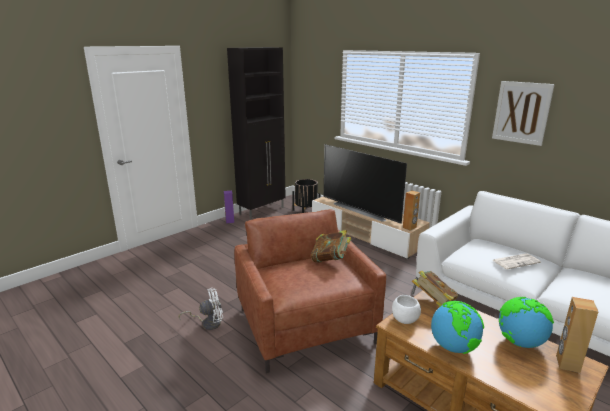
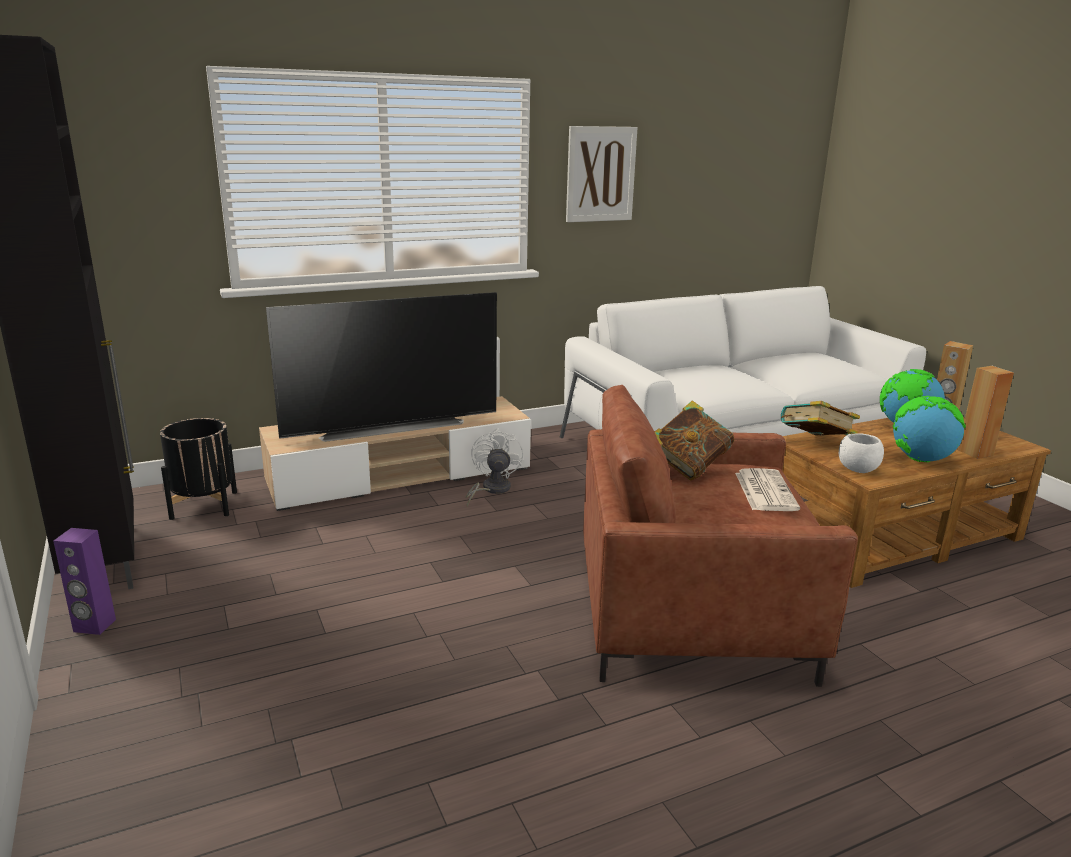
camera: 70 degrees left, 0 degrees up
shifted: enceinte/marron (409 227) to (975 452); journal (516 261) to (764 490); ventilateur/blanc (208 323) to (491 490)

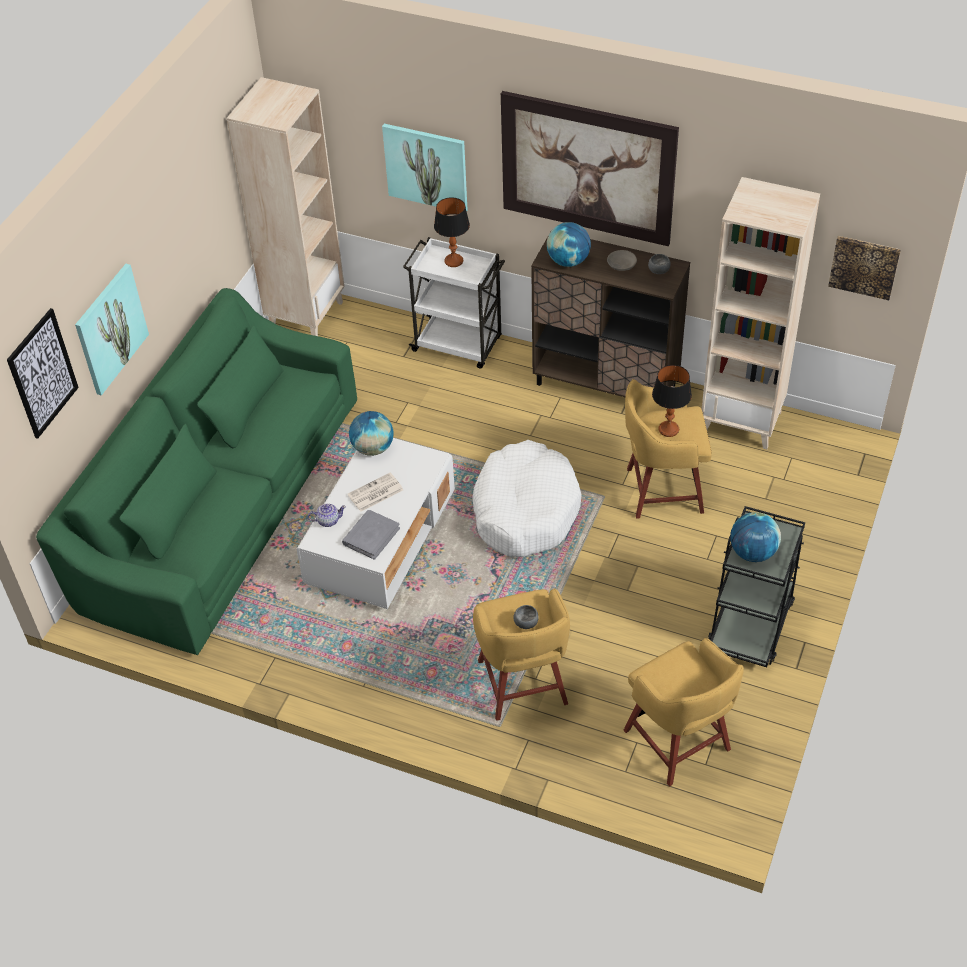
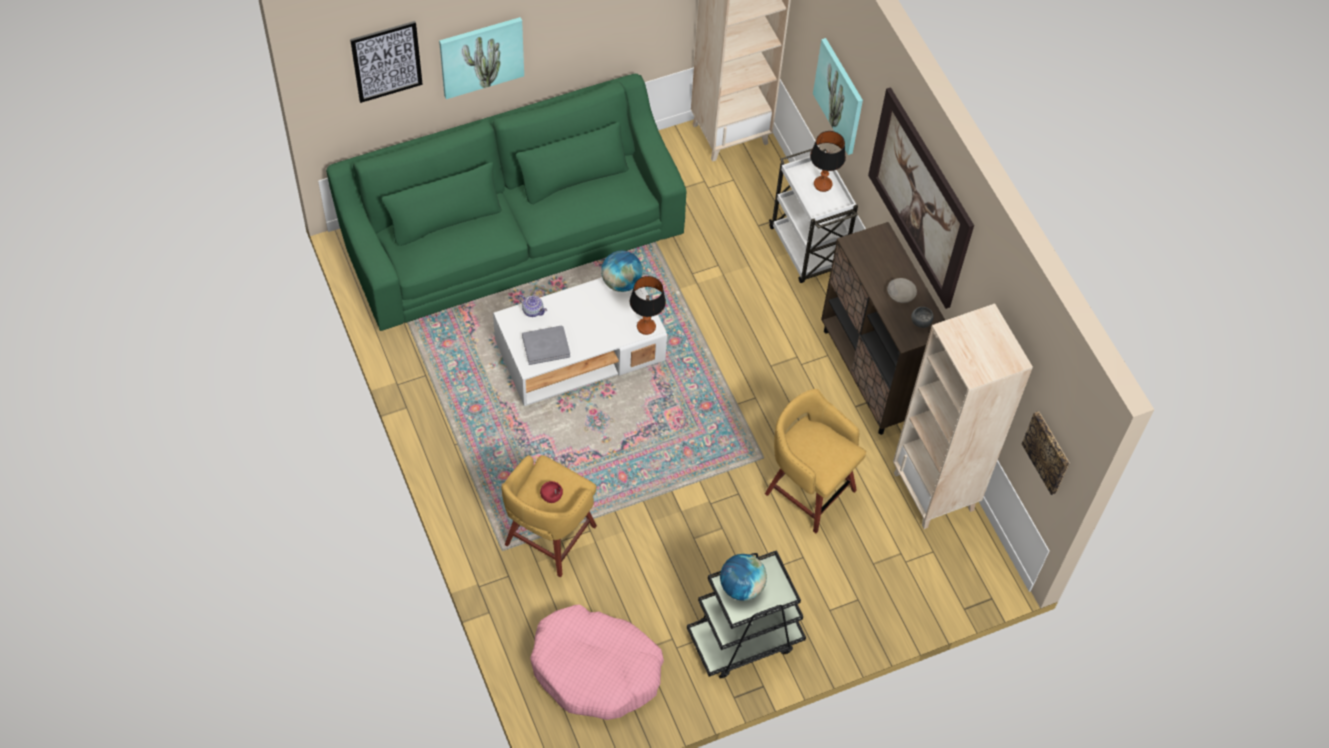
camera: 40 degrees right, 10 degrees up
gone: globe (568 261); panier pour chien/blanc (525 510); journal (375 493)
shifted: lampe de table (668 429) to (646 327)
swapped: tabouret/jaune (678 743) to panier pour chien/rose (595 669)
repainted: bol/gris (526 623) to bol/rouge (551 496)

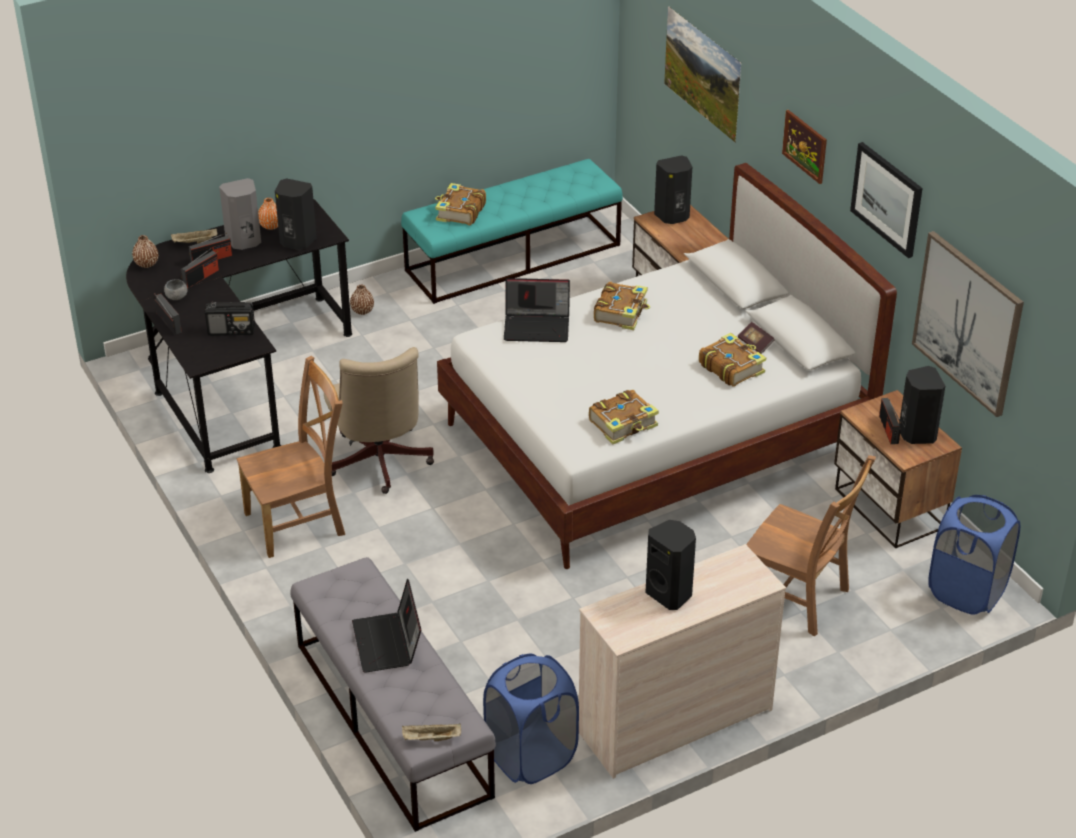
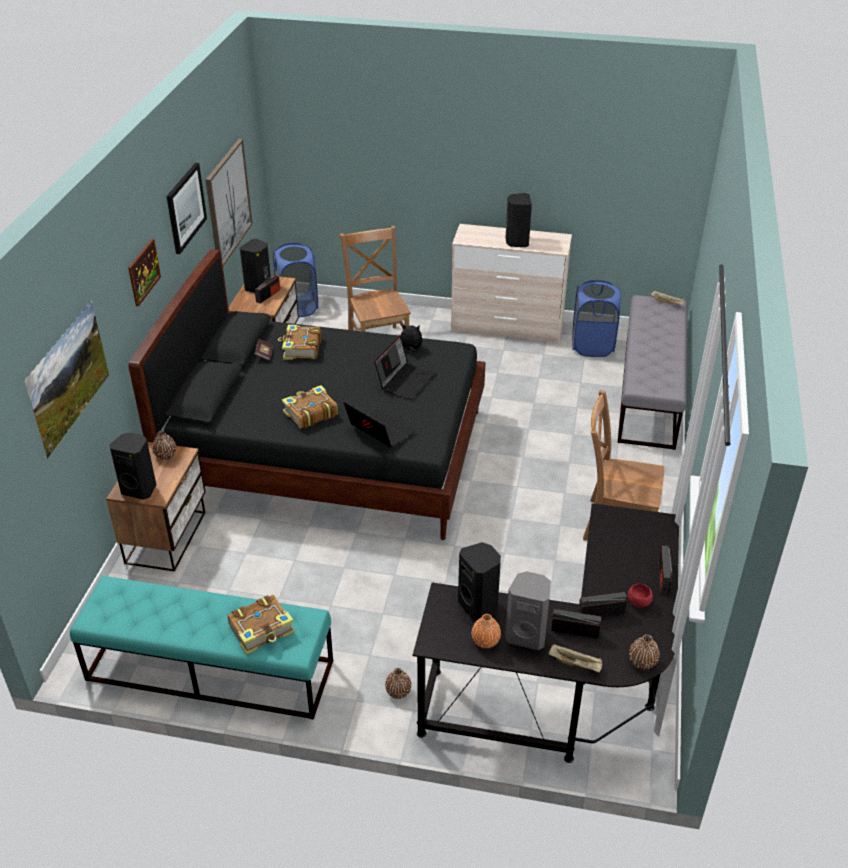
camera: 140 degrees left, 0 degrees up
gone: radio (232 330); chaise de bureau/beige (379 464)
new: vase/marron (165 455)
shifted: ordinateur portable (388 643) to (405 380)
swapped: livre (624 424) to peluche (411 349)
repainted: lit/blanc (655 440) to lit/noir (328 453); bol/gris (176 297) to bol/rouge (638 602)

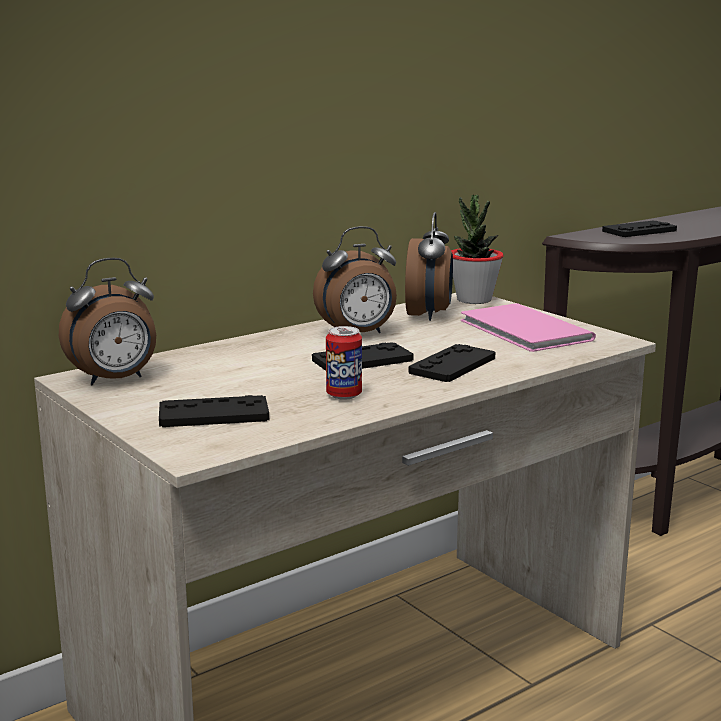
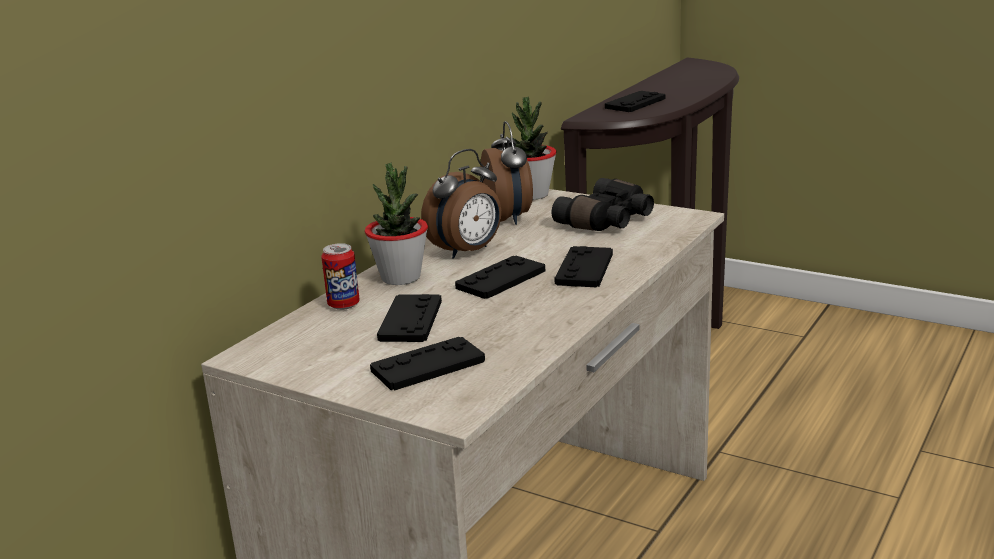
camera: 20 degrees left, 5 degrees up
gone: réveil (115 380)
new: plante en pot (401 278); manette/noir (410 320)
shifted: boîte métallique (344 395) to (343 305)
swapped: livre/rose (524 331) to jumelles/noir (608 221)

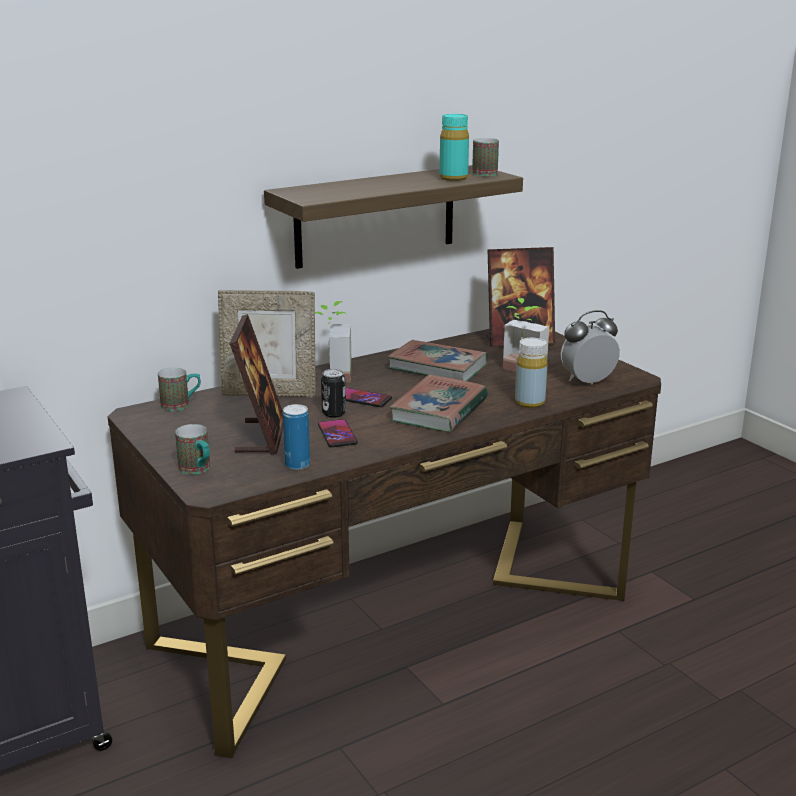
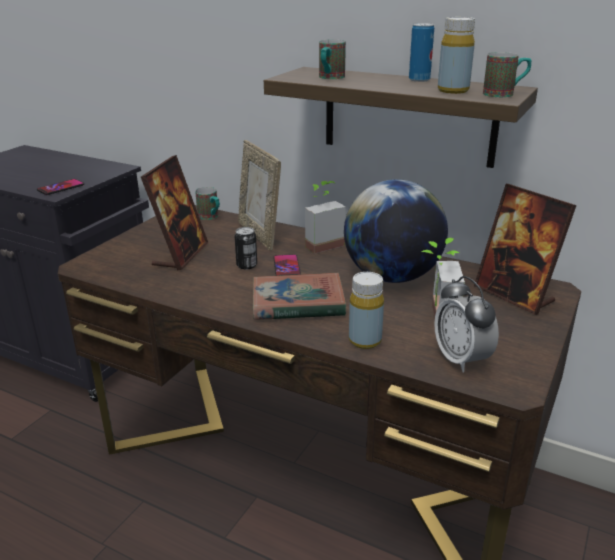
camera: 60 degrees right, 5 degrees up
shifted: boîte métallique (297 465) to (419 80); téléphone (337 434) to (61 188); mug (197 470) to (329 78)
swapped: livre (438 367) to globe (392 276)
repainted: bouteille/turquoise (453 178) to bouteille/jaune (453 90)
rotated: réveil (588 382) = (461 359) 150 degrees counterclockwise; cadre photo (261 437) = (180 255) 45 degrees counterclockwise

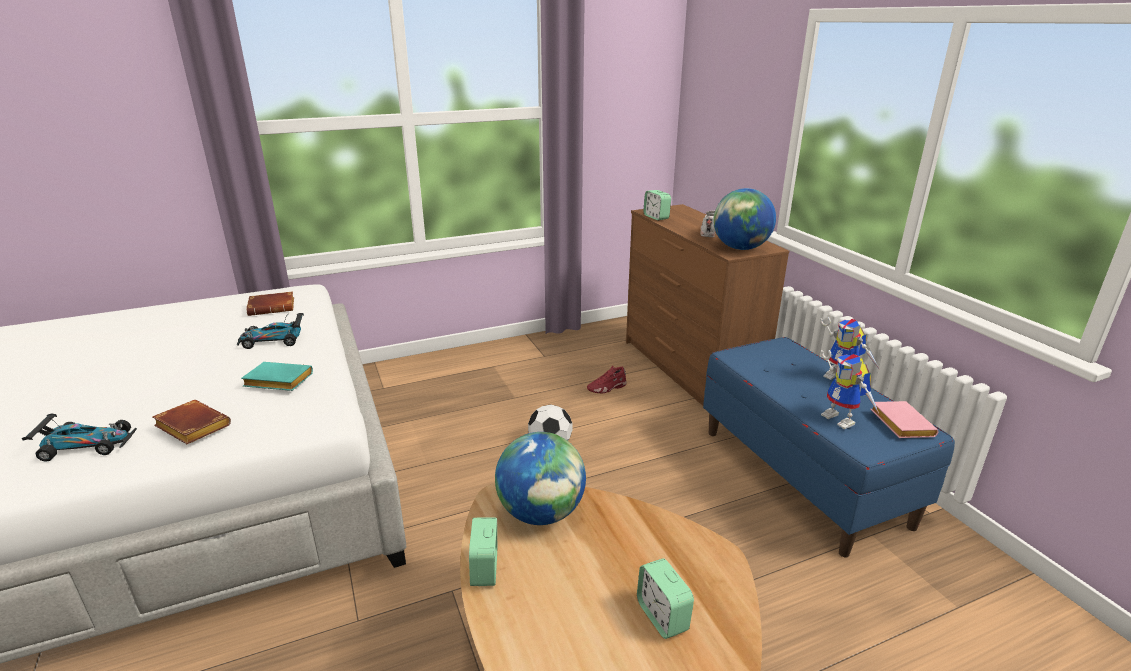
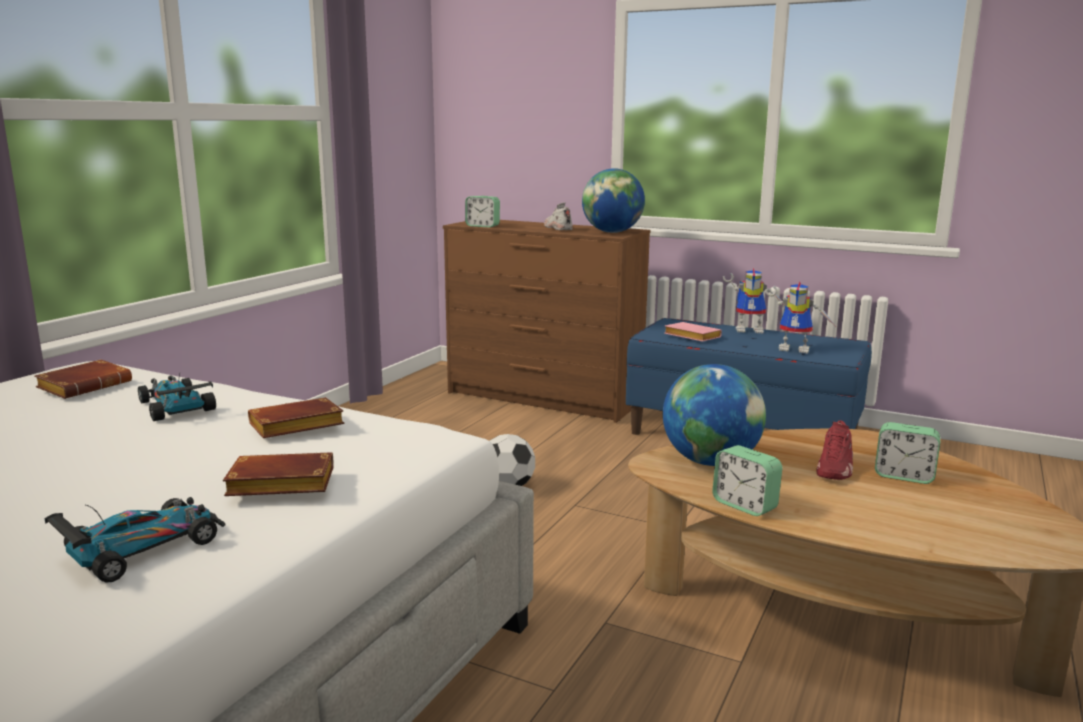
camera: 40 degrees left, 10 degrees down
shifted: chaussure/rouge (607 388) to (835 468); livre/rose (899 423) to (690 337)
repainted: livre/turquoise (276 382) to livre/marron (294 427)
rotated: petite voiture (273 340) = (175 407) 105 degrees clockwise

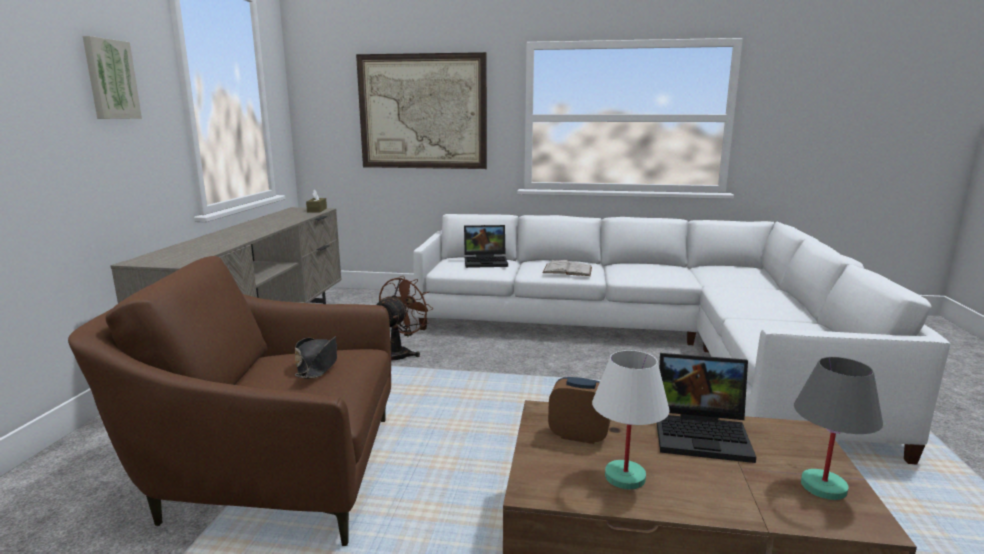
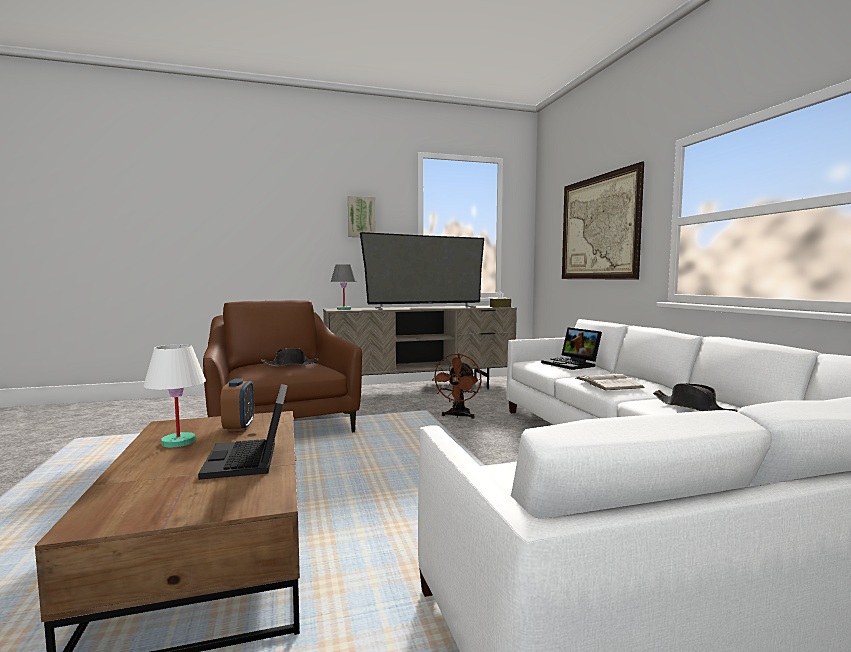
camera: 65 degrees right, 10 degrees down
new: téléviseur (425 308); chapeau/noir (693 407)
shifted: lampe de table/gris (824 487) to (343 309)
rotated: ventilateur/marron (401 354) = (458 416) 105 degrees clockwise

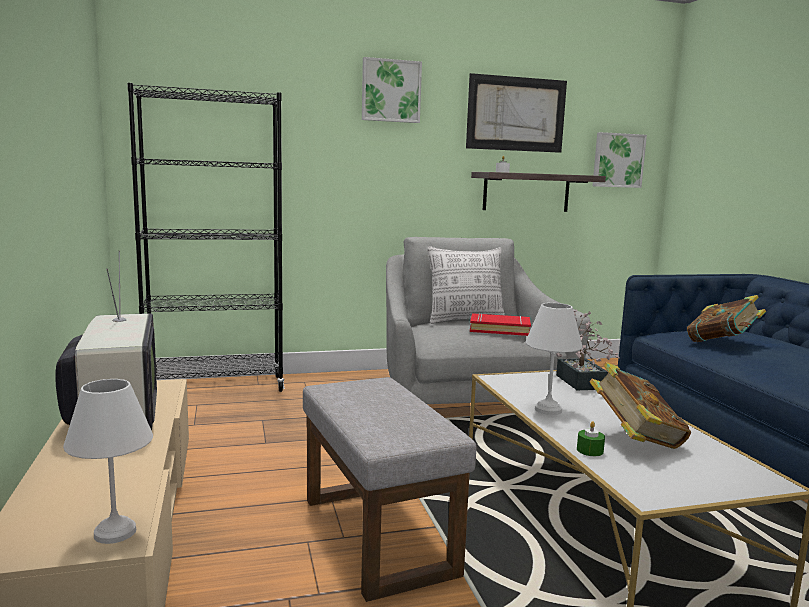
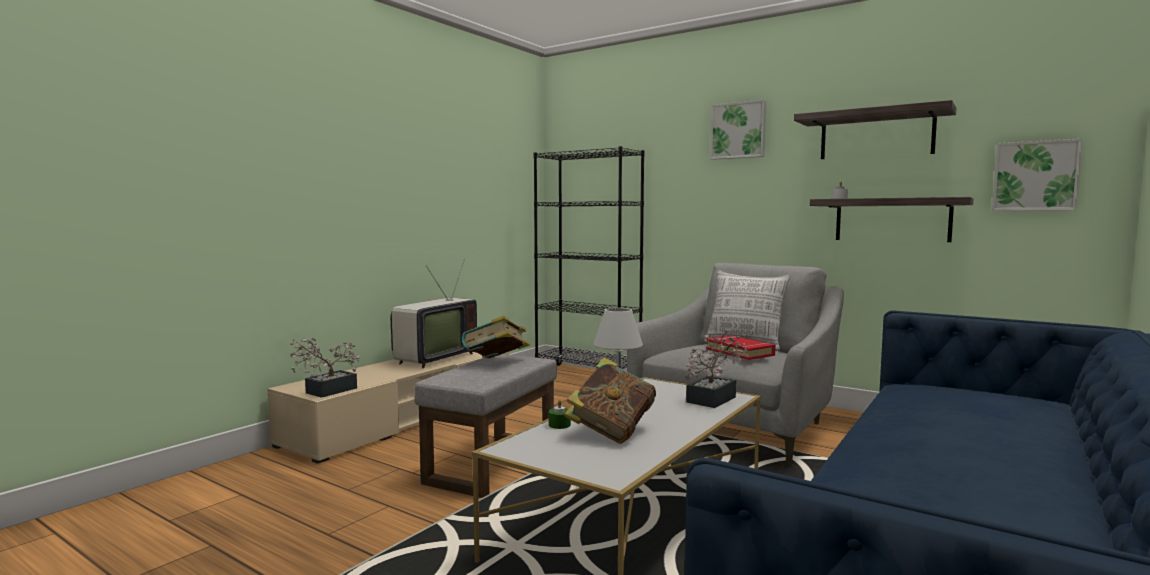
camera: 50 degrees right, 5 degrees down
shifted: livre (722 344) to (496 363)
swapped: tableau (516 114) to étagère (876 135); lampe de table/blanc (113 532) to plante en pot (326 392)

